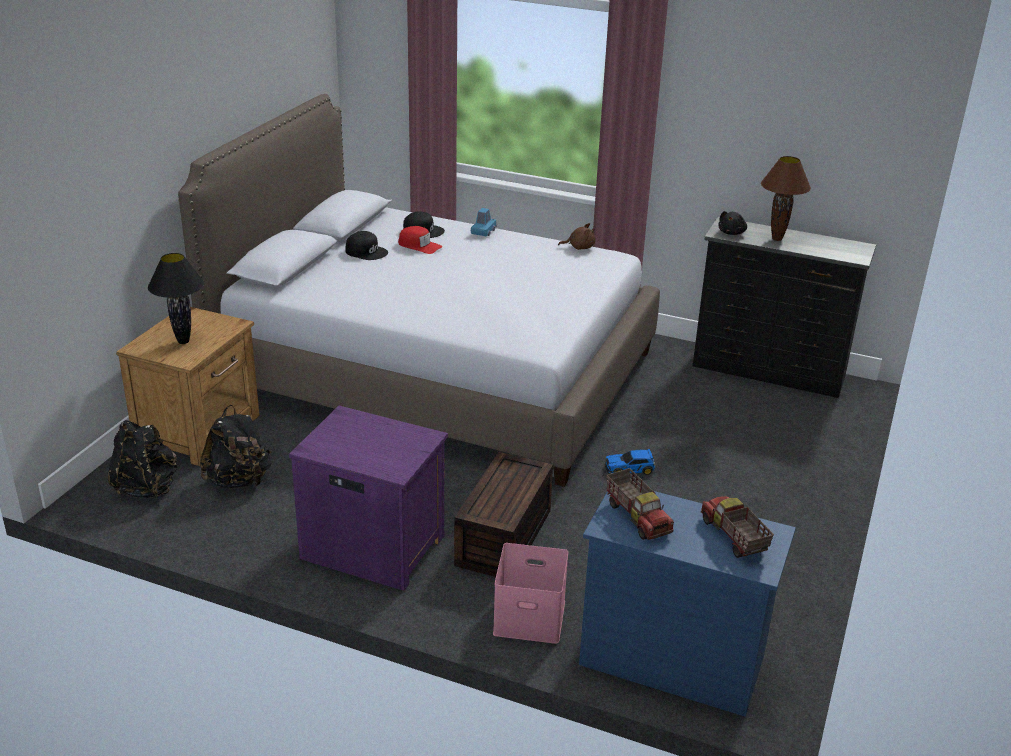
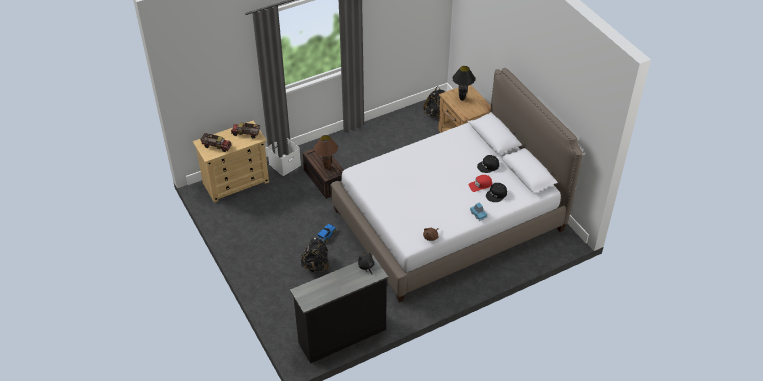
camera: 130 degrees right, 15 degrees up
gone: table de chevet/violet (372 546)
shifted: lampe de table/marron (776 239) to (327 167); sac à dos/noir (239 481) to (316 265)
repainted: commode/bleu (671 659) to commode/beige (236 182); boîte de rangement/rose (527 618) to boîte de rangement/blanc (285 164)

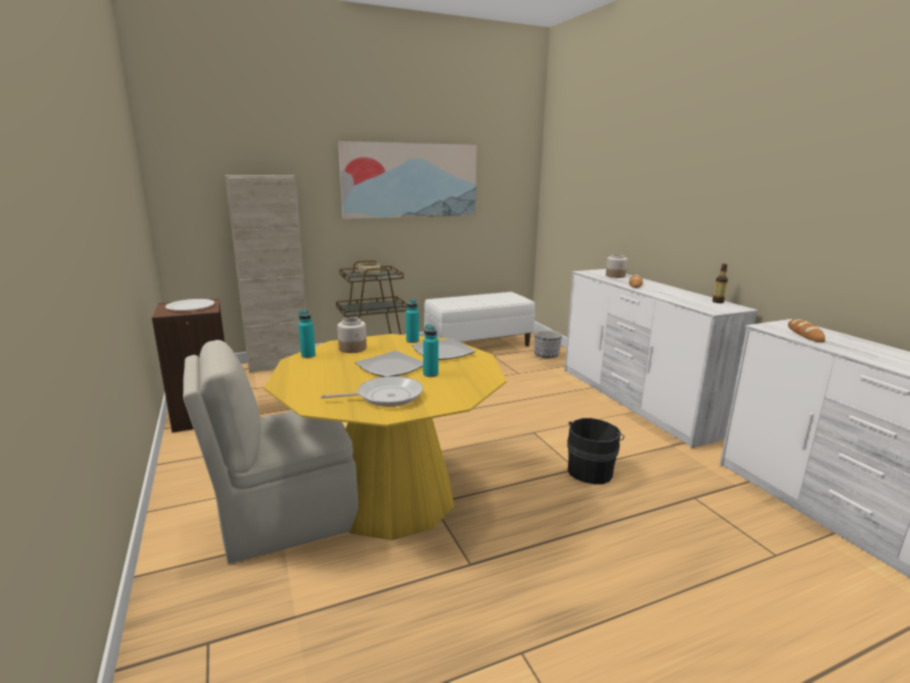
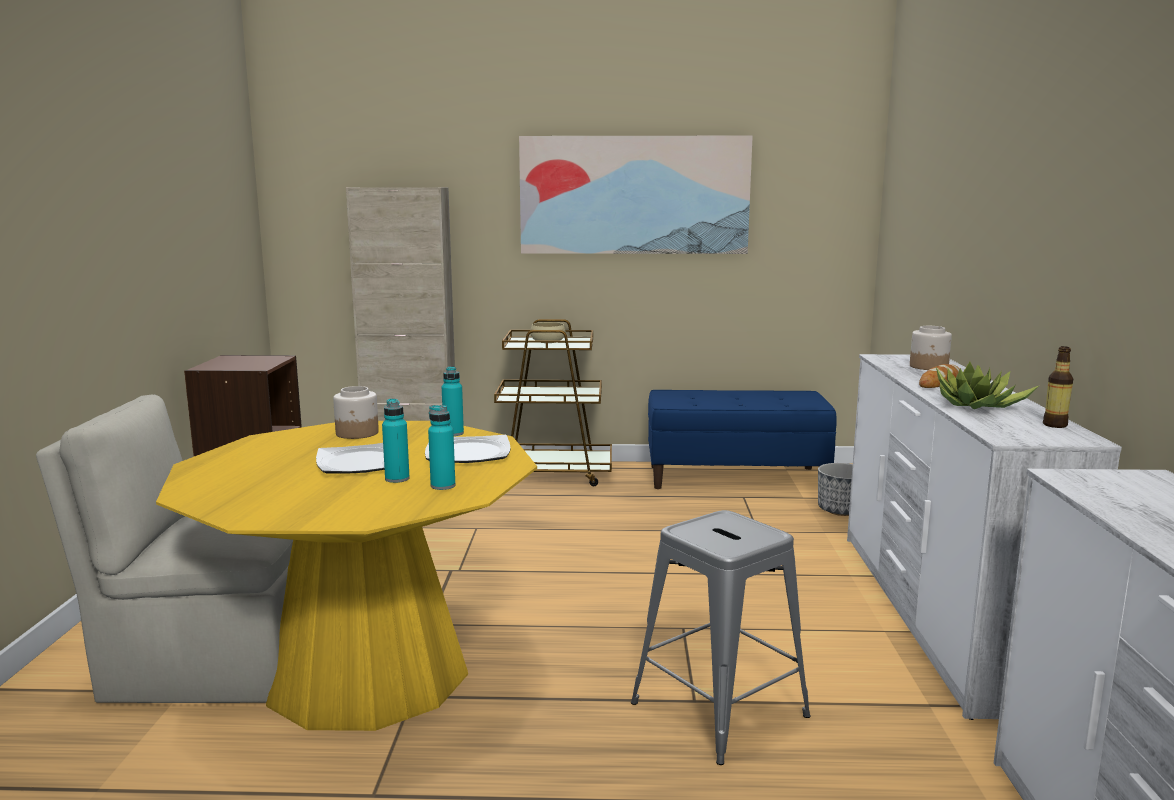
camera: 25 degrees right, 5 degrees down
gone: assiette/blanc (190 306); pain (805 334); poêle (386 396)
new: plante en pot (977 406)
shifted: bouteille/turquoise (308 355) to (443 486)
swapped: seau/noir (591 470) to tabouret/gris (718 709)
repainted: banc/blanc (478 345) to banc/bleu (736 477)

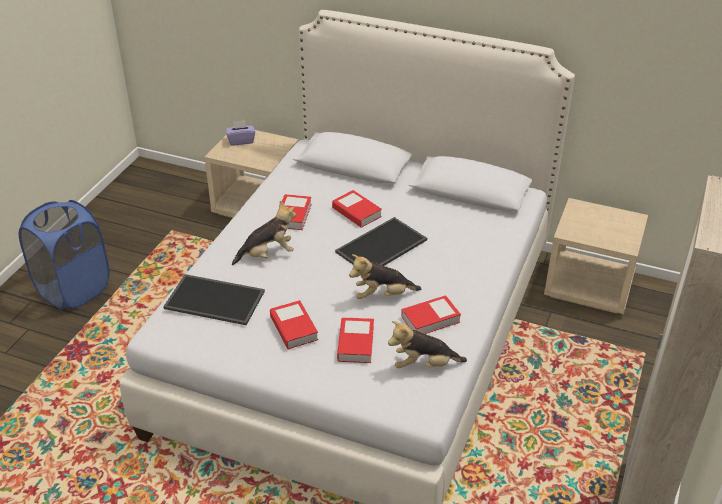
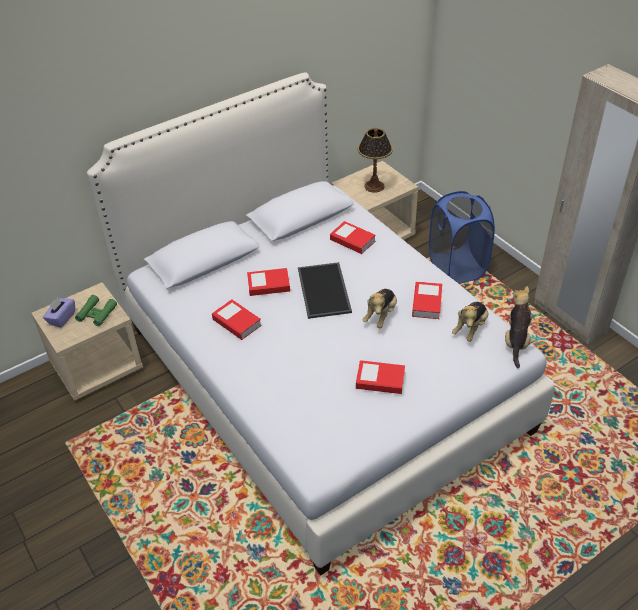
camera: 55 degrees left, 5 degrees up
gone: plateau (216 299)
new: lampe de table (374 186); jumelles/vert (97 313)
shifted: panier à linge/bleu (74 289) to (456 267); peluche (268 255) to (516 341); livre (356 344) to (352 241)

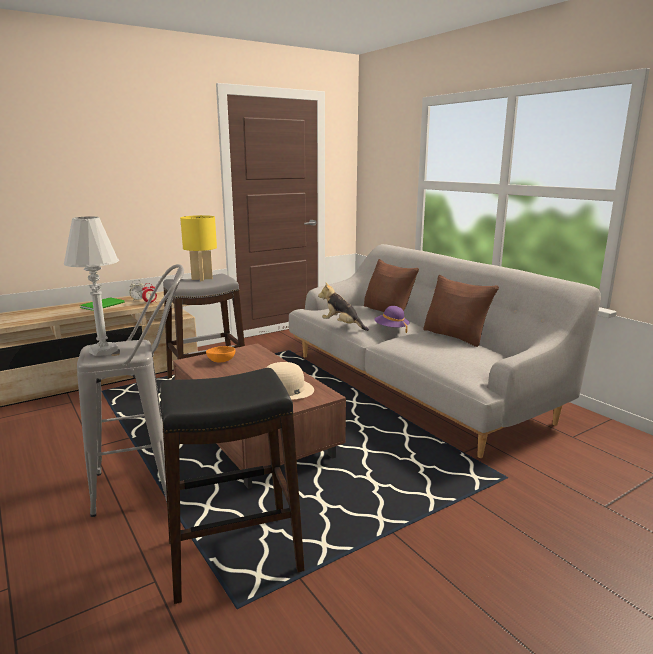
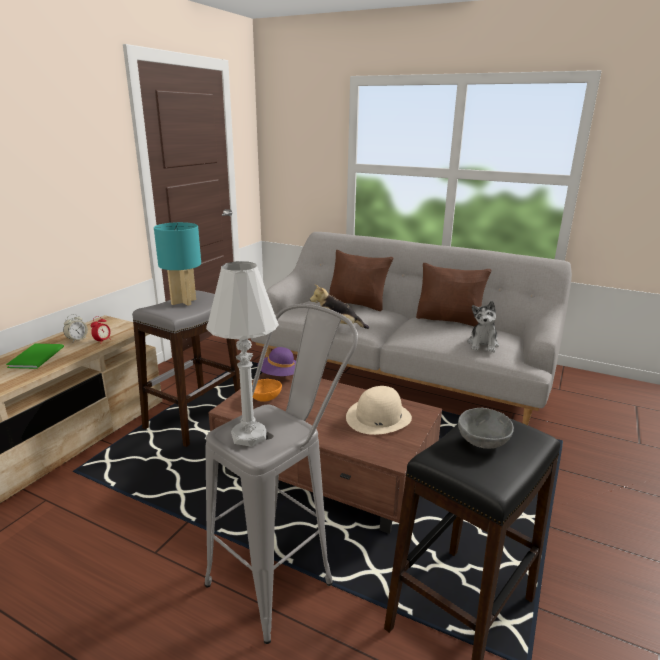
camera: 30 degrees left, 5 degrees up
new: peluche (483 344); bol/gris (484 442)
shifted: chapeau/violet (391 329) to (279 375)
repainted: lampe de table/jaune (202 279) to lampe de table/turquoise (183 301)

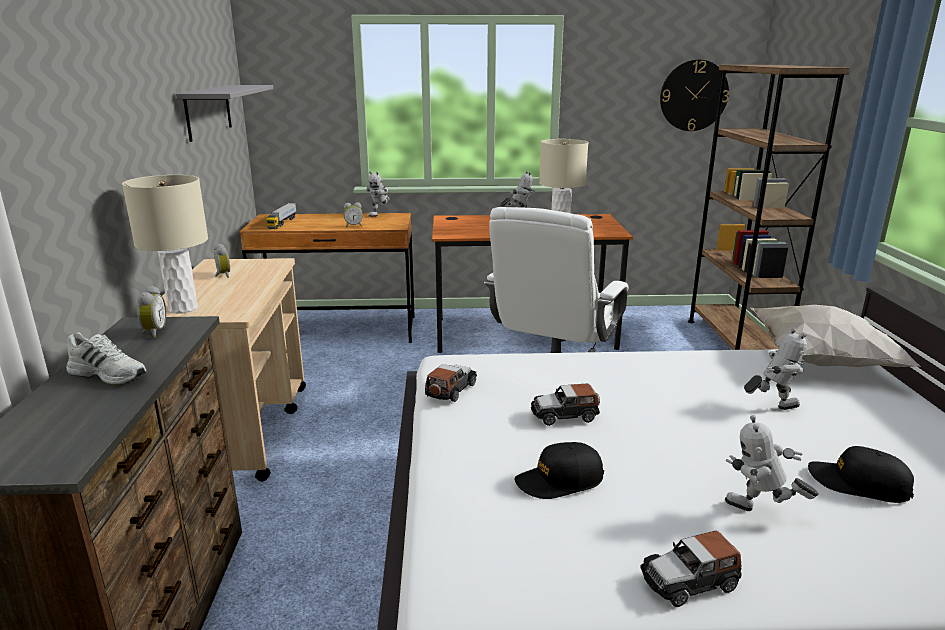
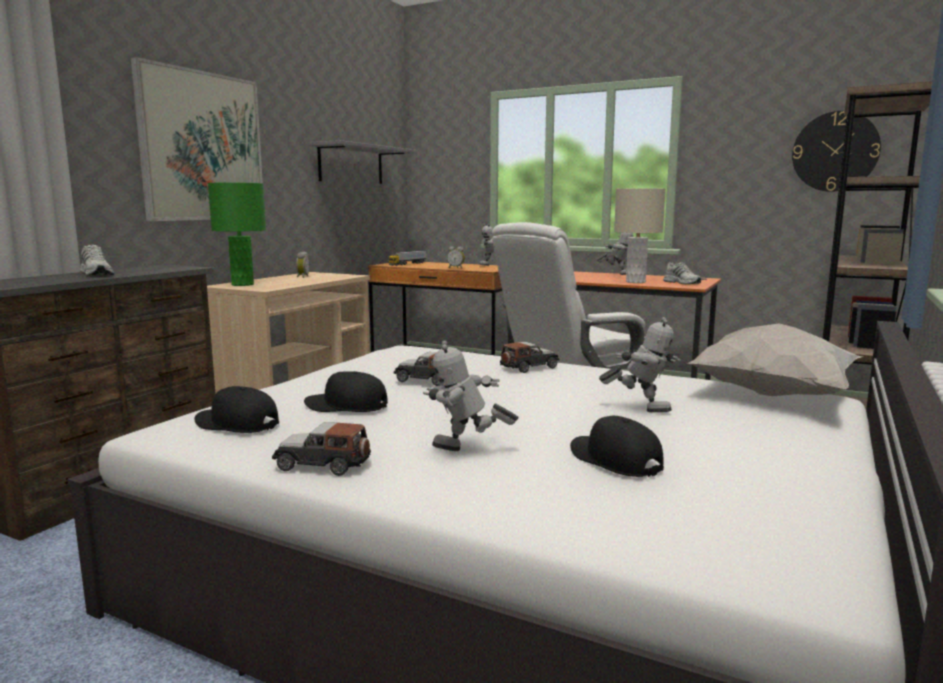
camera: 30 degrees right, 10 degrees down
gone: réveil (153 332)
new: tableau (202 147); chaussure/blanc (682 283); casquette/noir (236 424)
shifted: petite voiture (450 390) to (529 367)
repainted: lampe de table/beige (183 309) to lampe de table/vert (242 284)
rotated: robot jouet (760 514) = (467 452) 45 degrees counterclockwise

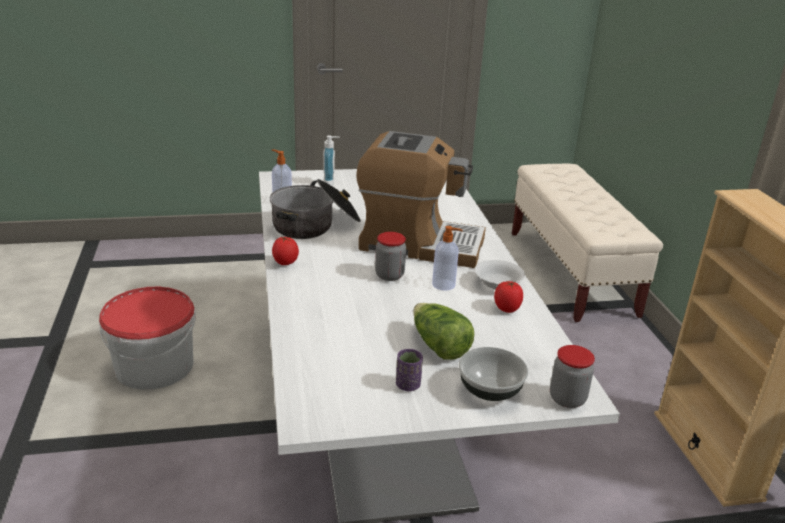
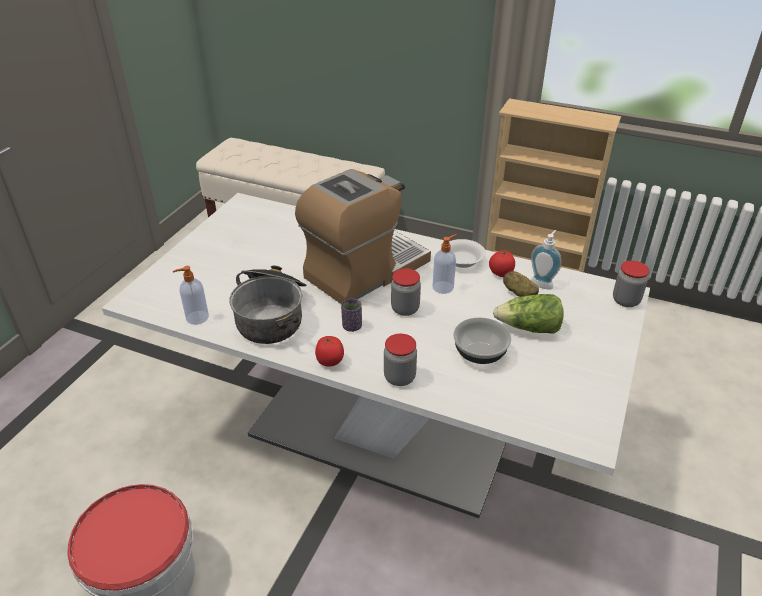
camera: 55 degrees left, 10 degrees up
new: pomme de terre (519 293); bocal (399 377)
shifted: distributeur de savon (331 184) to (542 283); bol (489 390) to (479 354); tasse/violet (408 385) to (352 326)

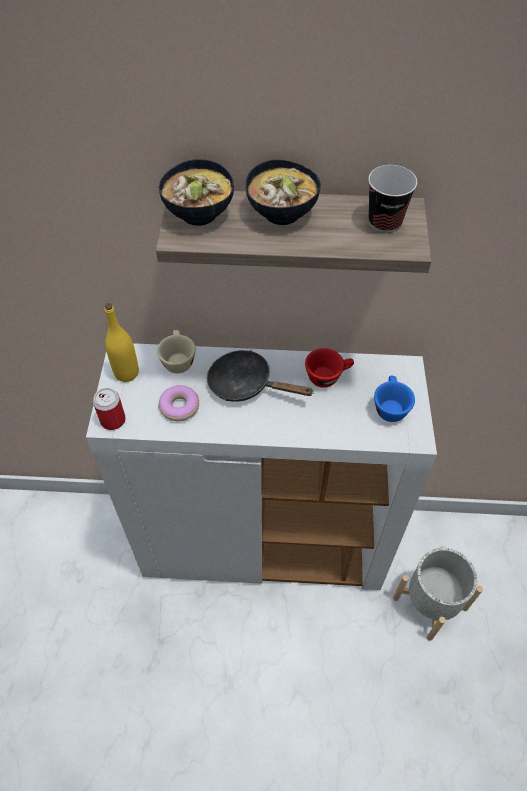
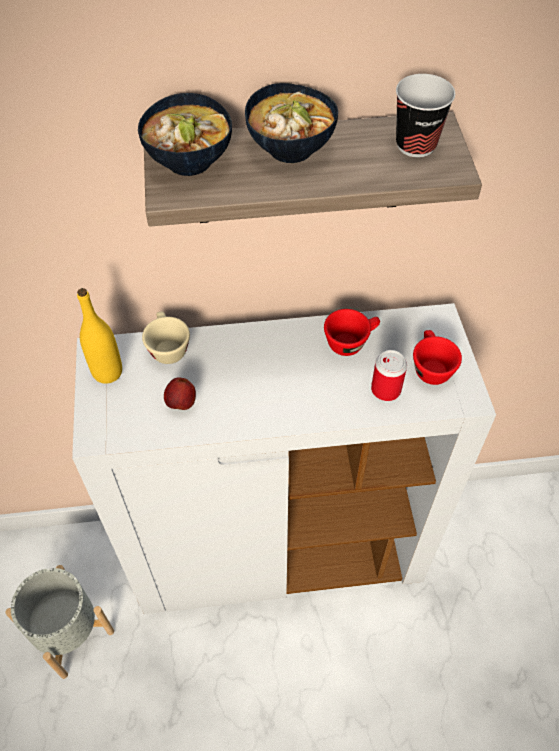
camera: 10 degrees left, 0 degrees up
gone: poêle/noir (246 384)
shifted: boîte métallique (113 420) to (386 389); cache-pot/gris (430 603) to (70 633)
swapped: beignet (179 406) to pomme (181 403)
repainted: tasse/bleu (389 406) to tasse/rouge (430 367)

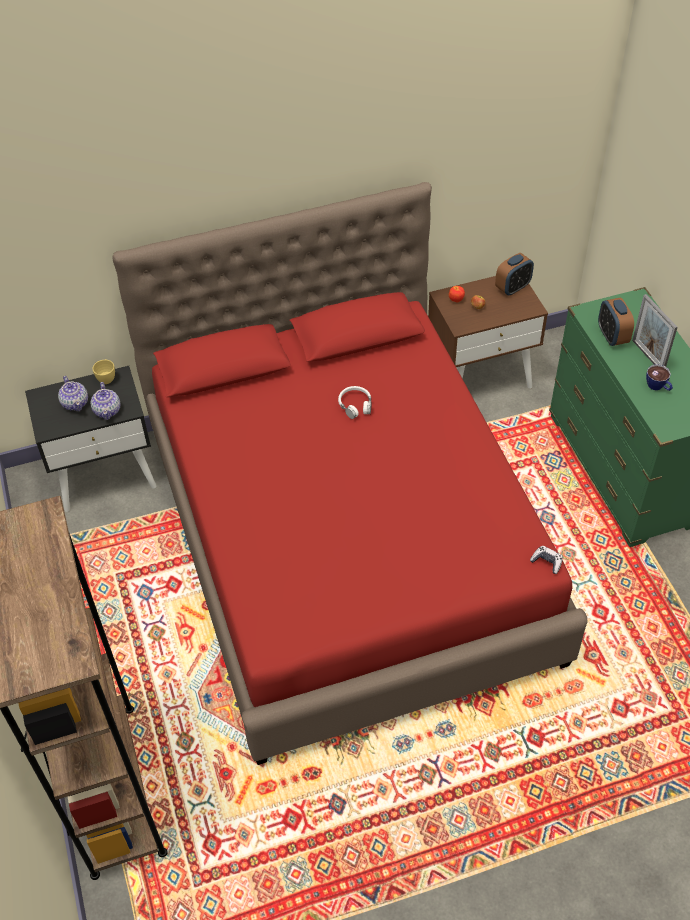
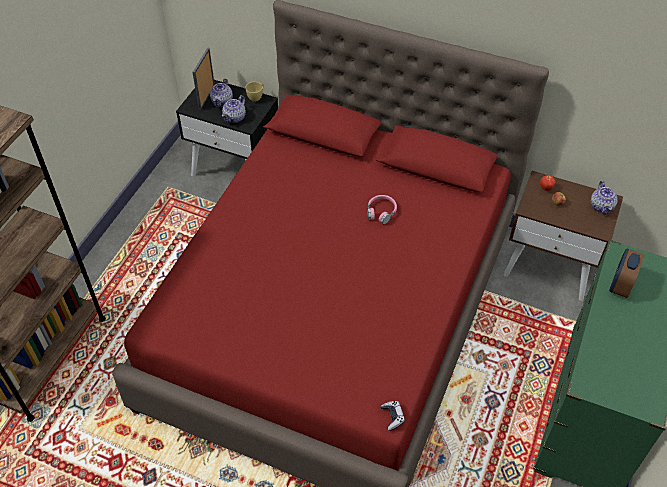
camera: 40 degrees right, 0 degrees up
gone: tasse (658 387)
shifted: cadre photo (648 356) to (206 97)
swapped: réveil (512 288) to théière (601 206)
repainted: casque audio/blanc (355 405) to casque audio/rose (381 212)

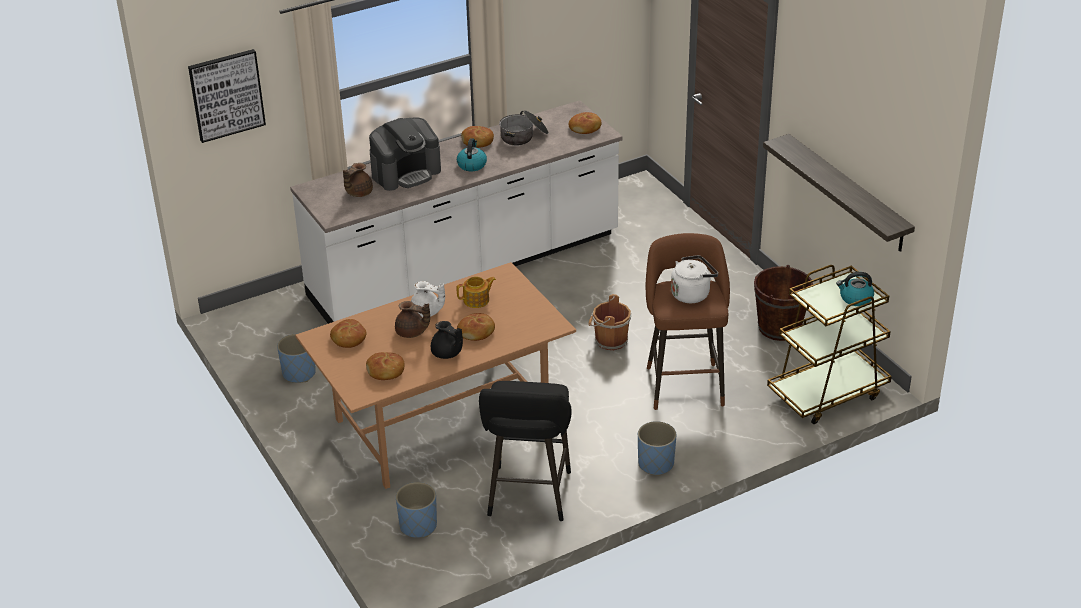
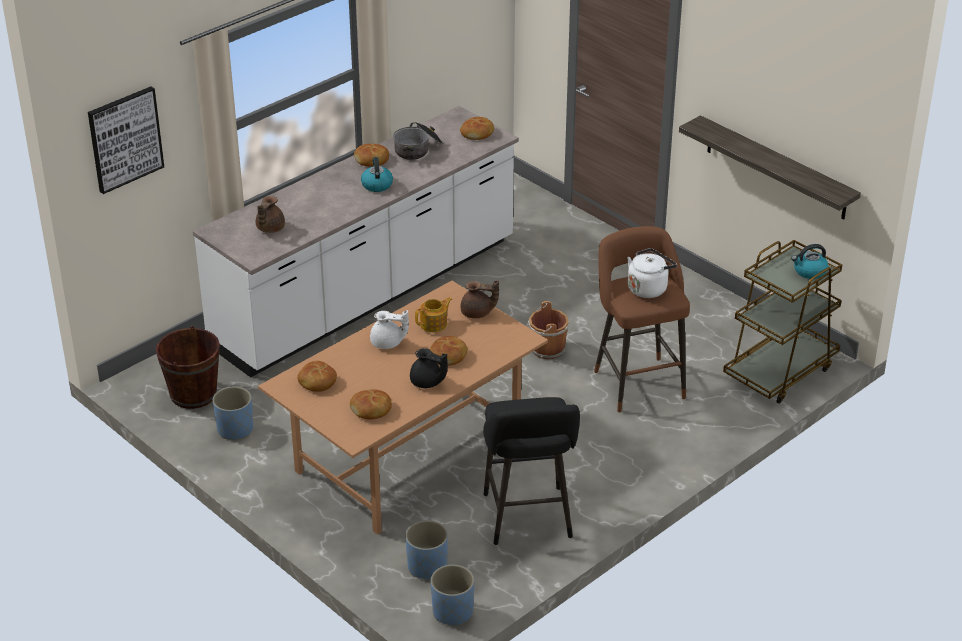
camera: 15 degrees left, 0 degrees up
gone: machine à café (406 173)
shifted: seau/marron (779 328) to (193 394); théière/marron (412 333) to (477 313); cache-pot/bleu (656 464) to (453 612)

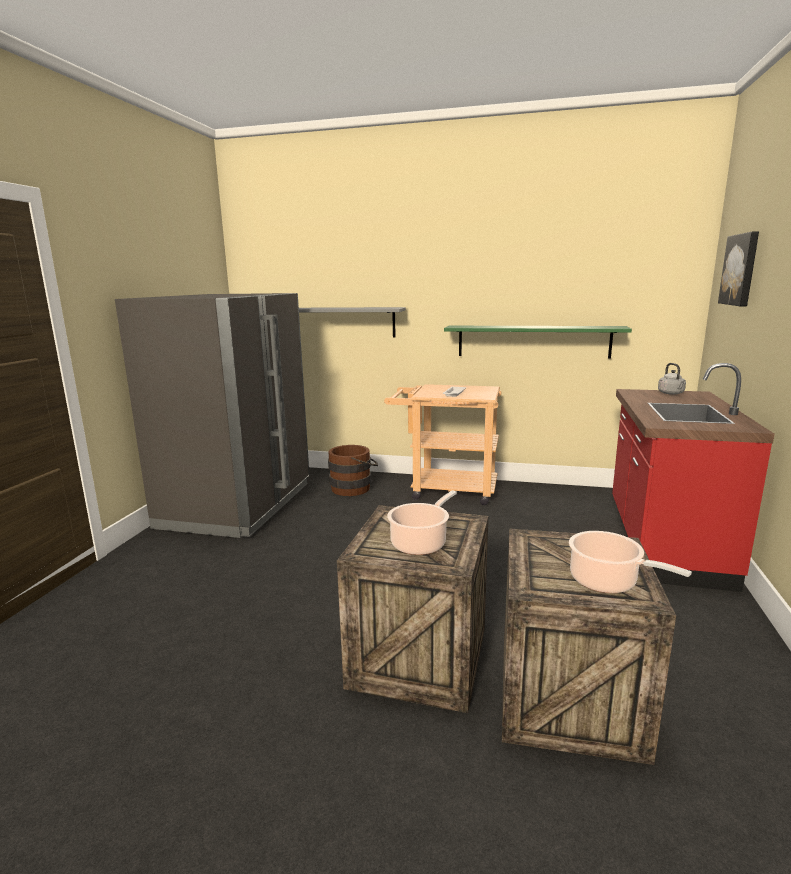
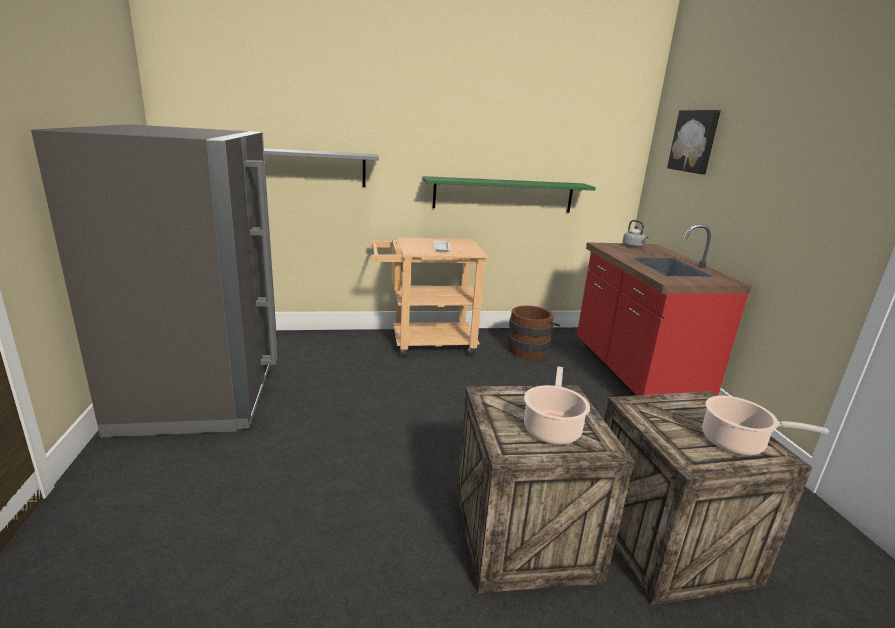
camera: 25 degrees left, 5 degrees up
shifted: seau/marron (354 488) to (529 349)

